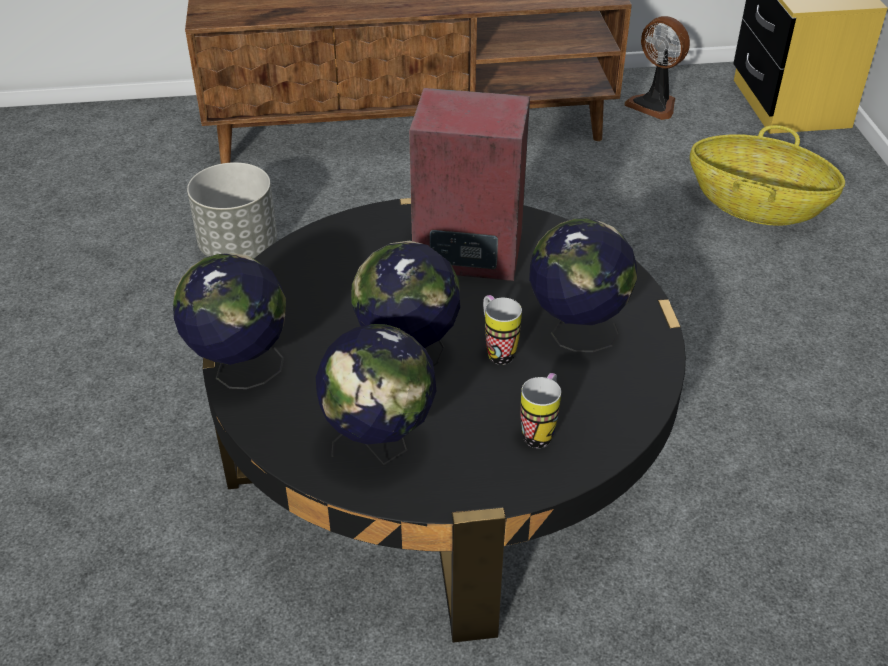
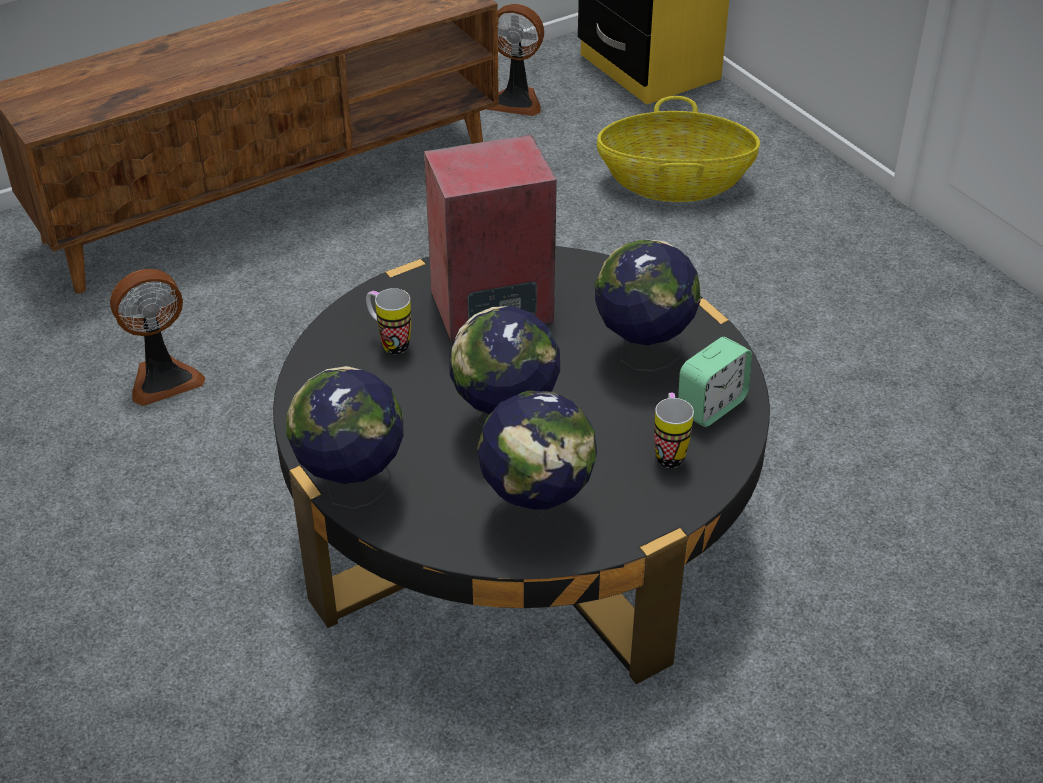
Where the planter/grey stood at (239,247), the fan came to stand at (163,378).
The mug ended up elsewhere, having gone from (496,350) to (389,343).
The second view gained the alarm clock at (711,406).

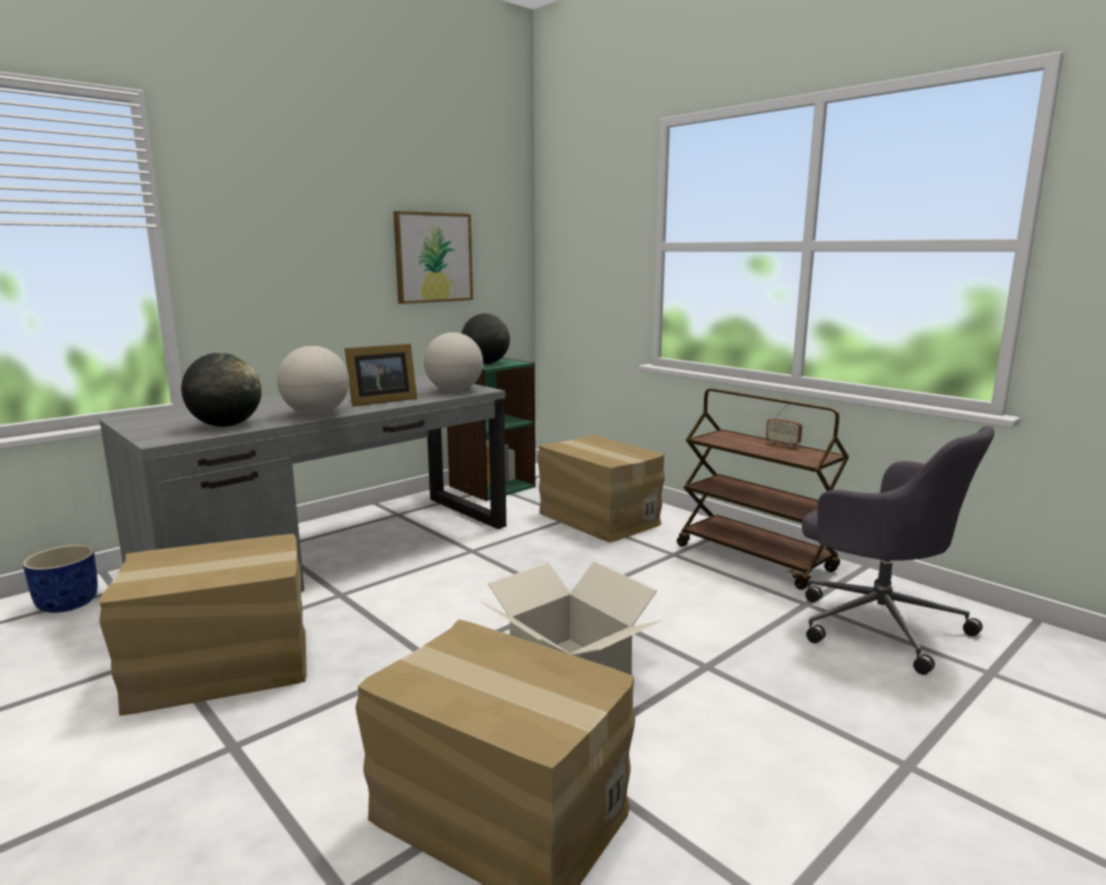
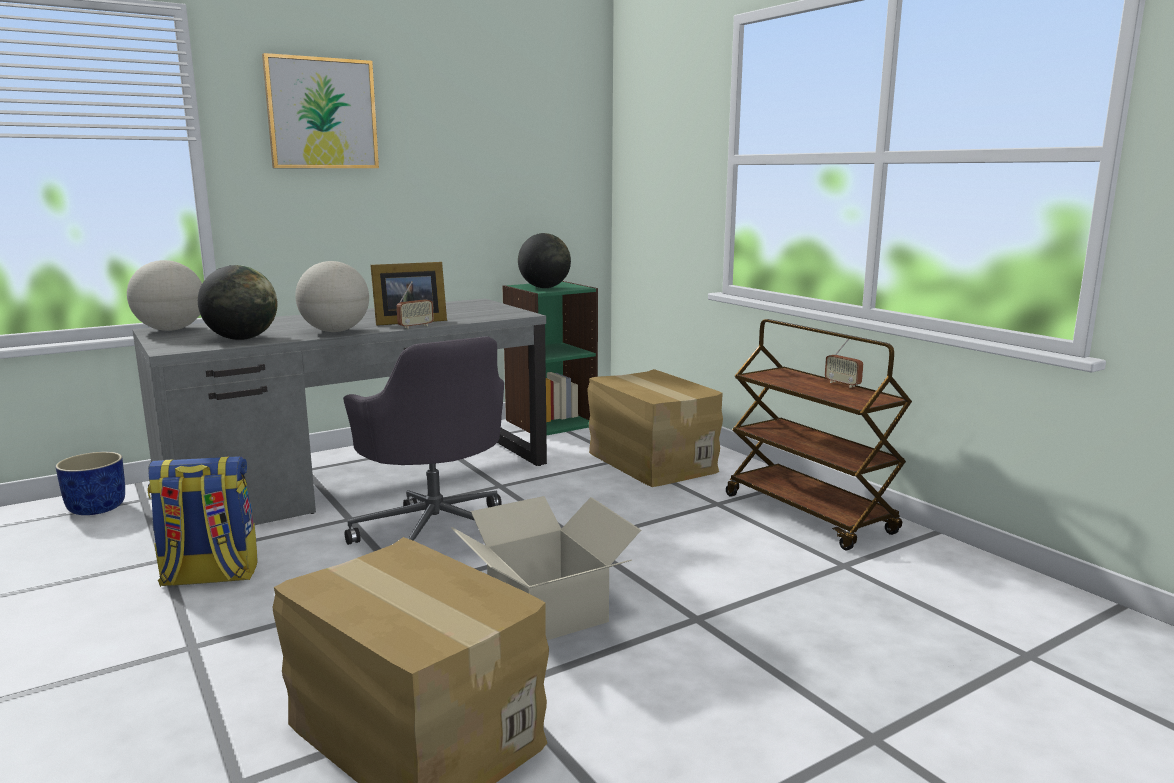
The globe ended up elsewhere, having gone from (454,391) to (171,330).
Where the cardboard box stood at (220,668), the backpack came to stand at (209,576).
The picture ended up elsewhere, having gone from (433,257) to (322,113).
The office chair/grey ended up elsewhere, having gone from (877,623) to (436,534).
The second view gained the radio at (415,326).

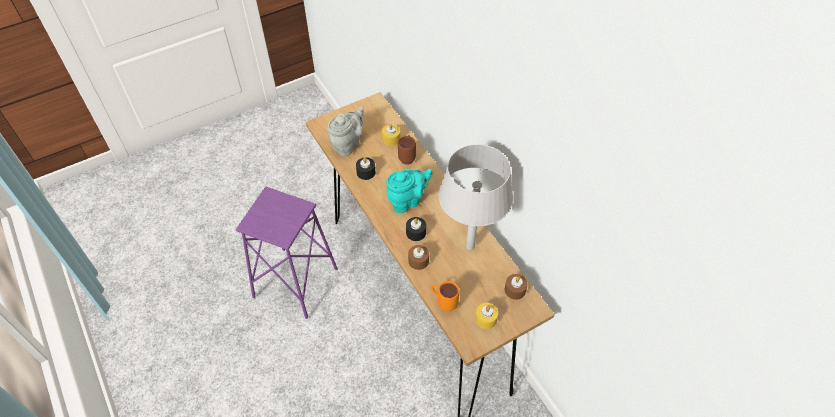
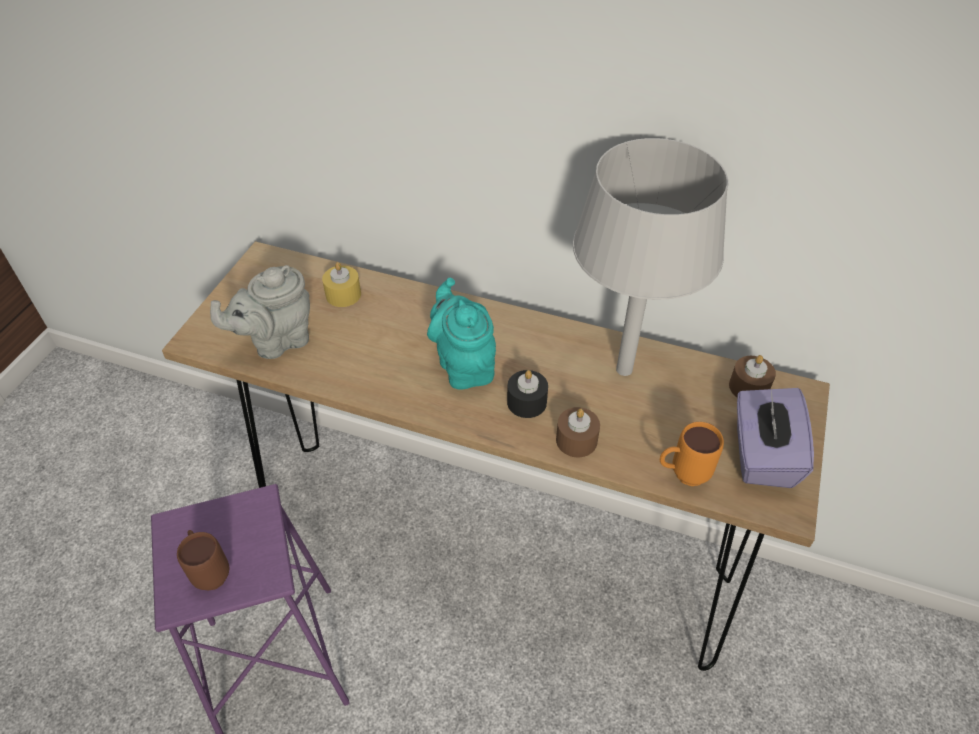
The mug/brown ended up elsewhere, having gone from (407,157) to (210,571).
The teapot/grey at (348,144) ended up facing another way, 120 degrees counterclockwise from before.
The teapot/turquoise at (407,201) ended up facing another way, 45 degrees counterclockwise from before.
Where the candle/yellow stood at (486,319), the tissue box/purple came to stand at (761,454).
The second view lost the candle/black at (366,172).

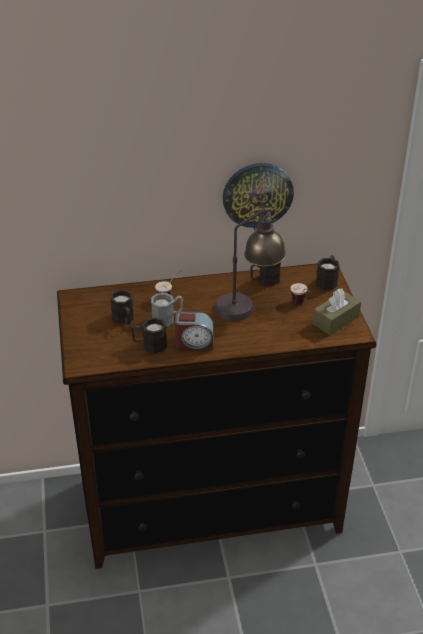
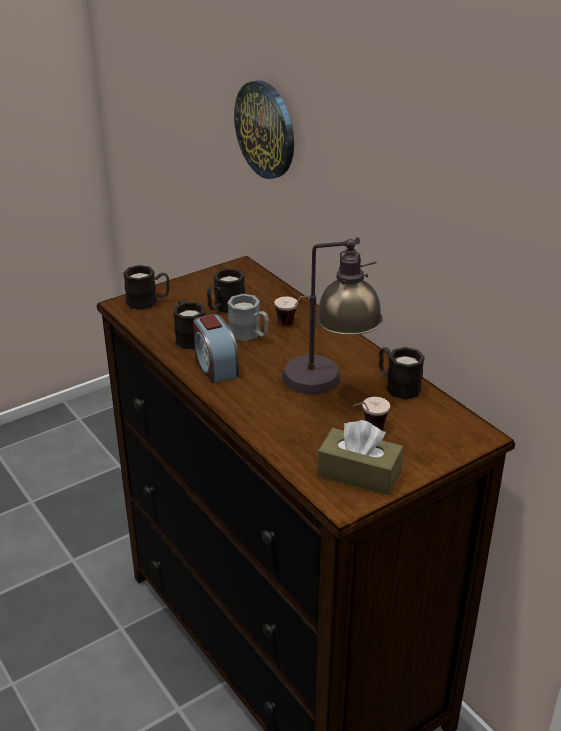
The mug/black ended up elsewhere, having gone from (327,281) to (148,301).
The wall clock ended up elsewhere, having gone from (257,194) to (266,129).

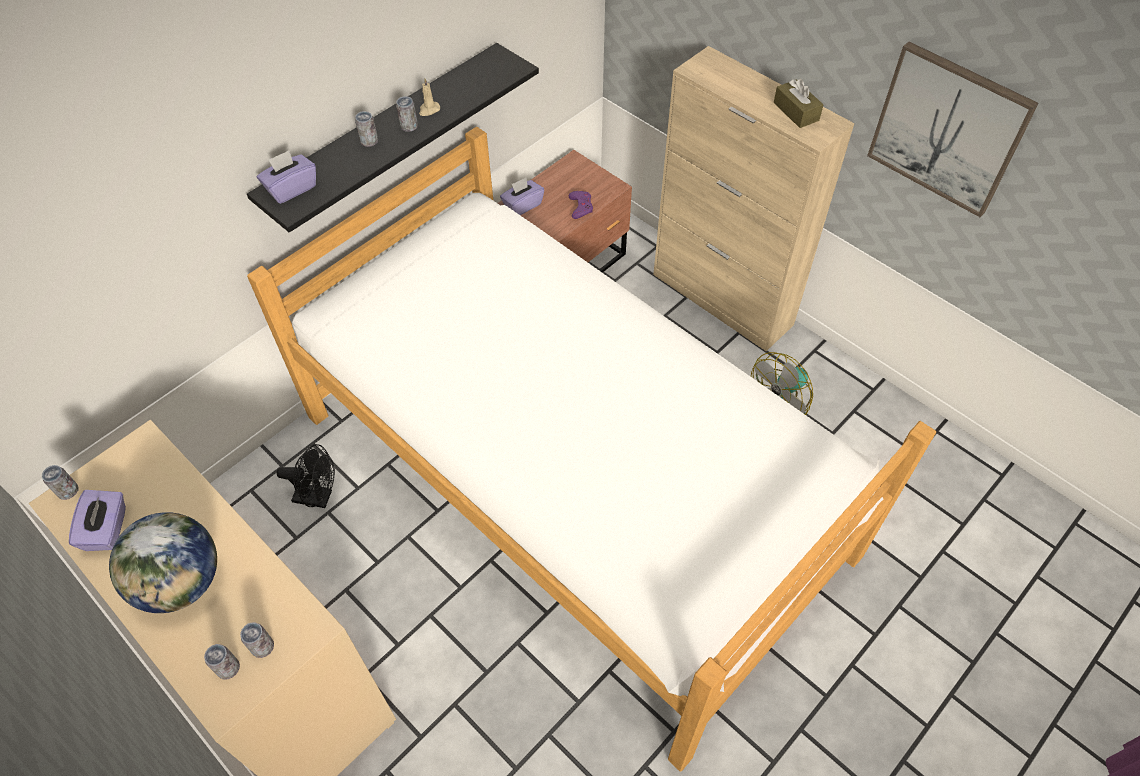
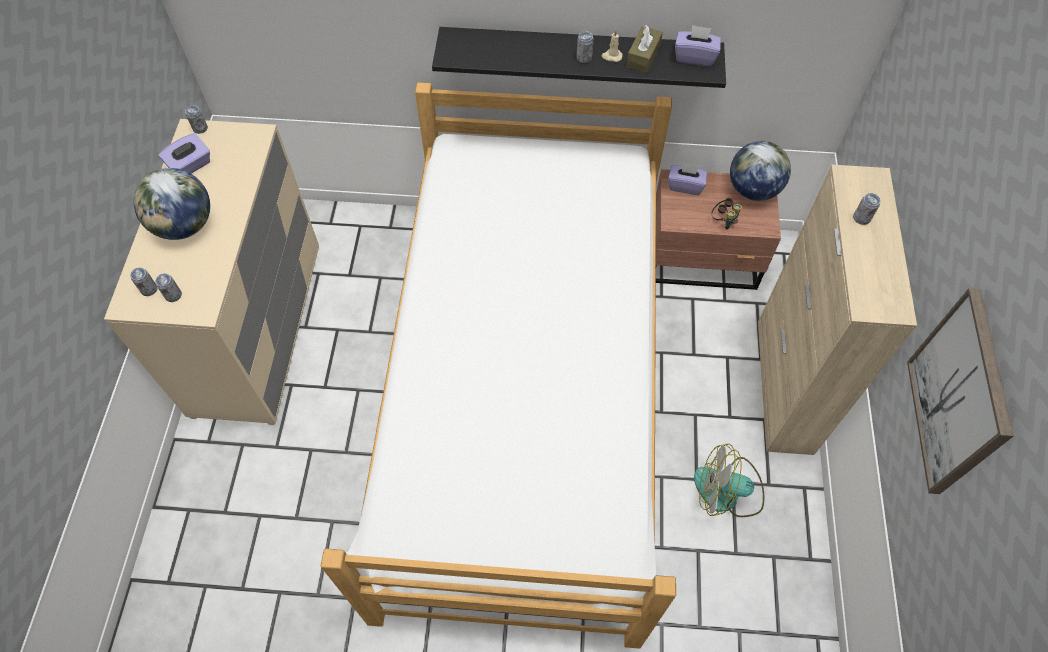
The tissue box/brown ended up elsewhere, having gone from (796,111) to (643,56).
The tissue box/purple ended up elsewhere, having gone from (291,188) to (695,57).
Where the game controller/purple stood at (580,207), the binoculars came to stand at (723,221).
The second view gained the globe at (752,189).
The can ended up elsewhere, having gone from (369,141) to (861,218).
The second view lost the fan/black at (318,497).

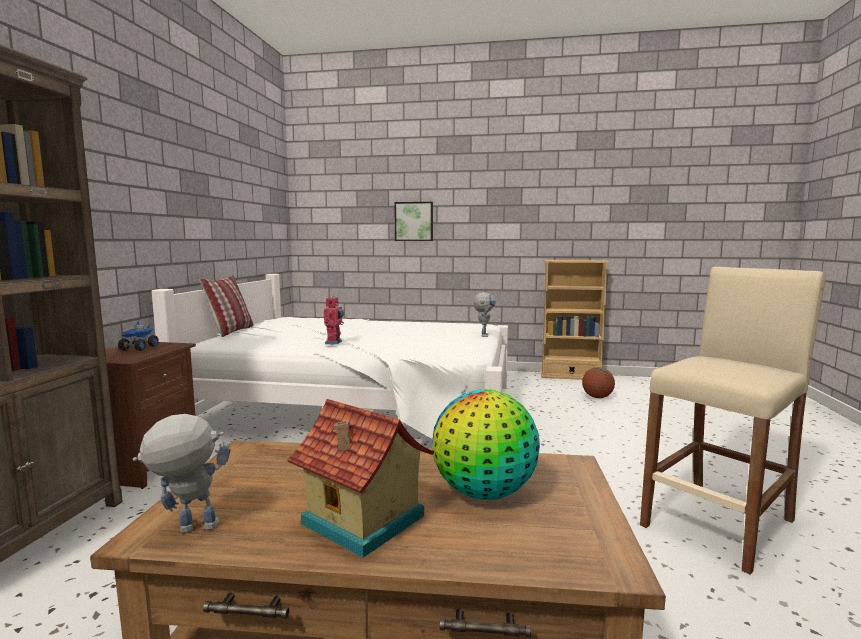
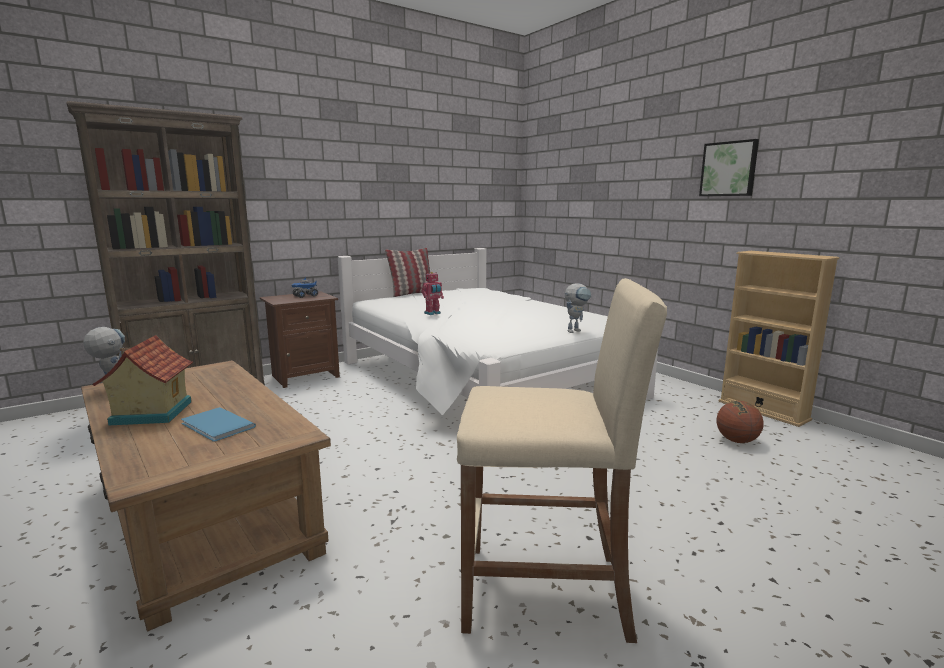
Where the globe stood at (485,493), the book/blue came to stand at (217,426).
The picture ended up elsewhere, having gone from (414,221) to (729,169).

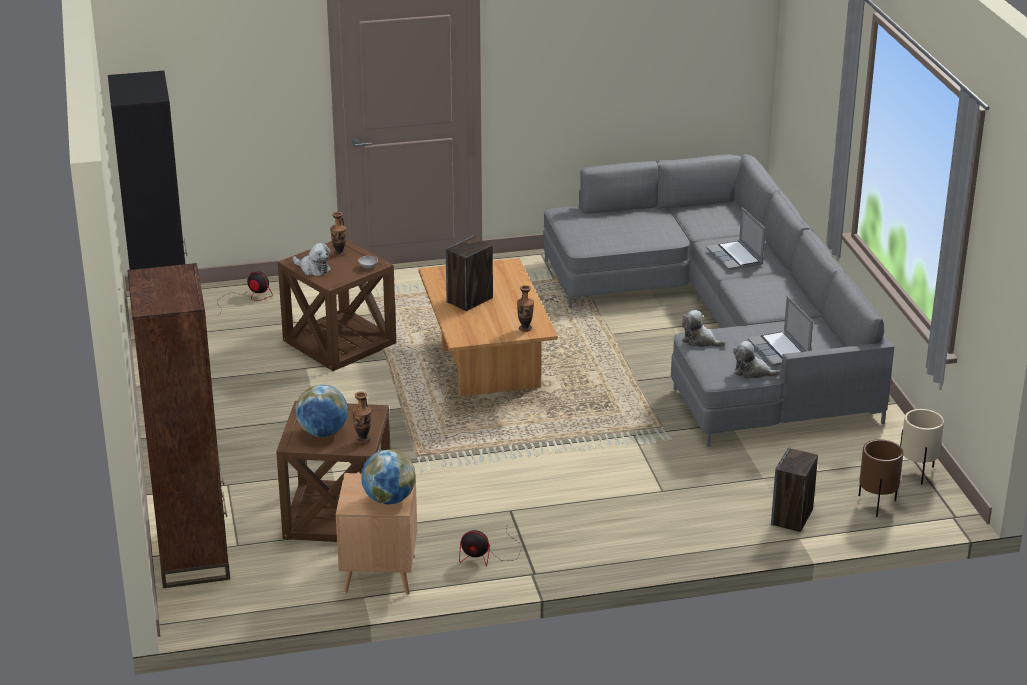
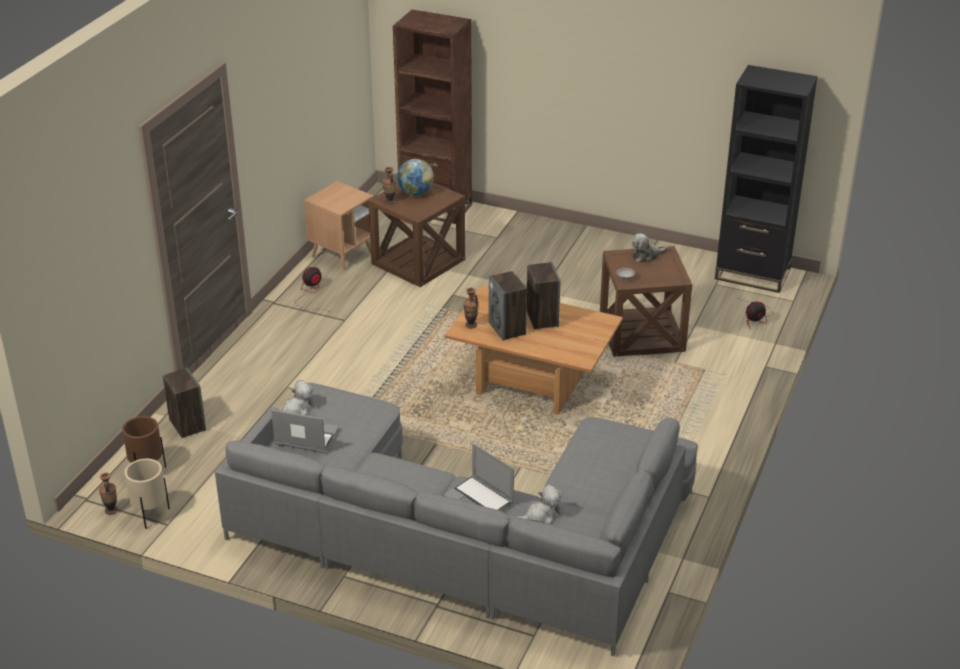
The vase ended up elsewhere, having gone from (339,253) to (111,510).
The laptop at (735,257) ended up facing another way, 150 degrees counterclockwise from before.
The second view gained the speaker at (507,328).
The plush toy ended up elsewhere, having gone from (700,341) to (541,515).
The second view lost the globe at (388,499).

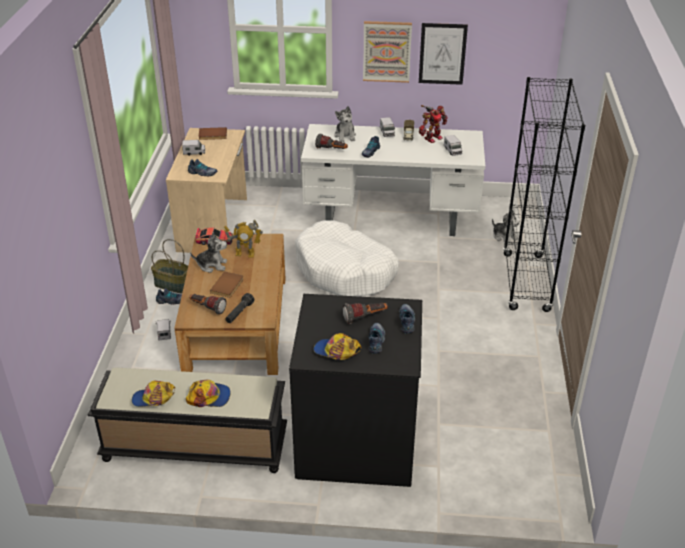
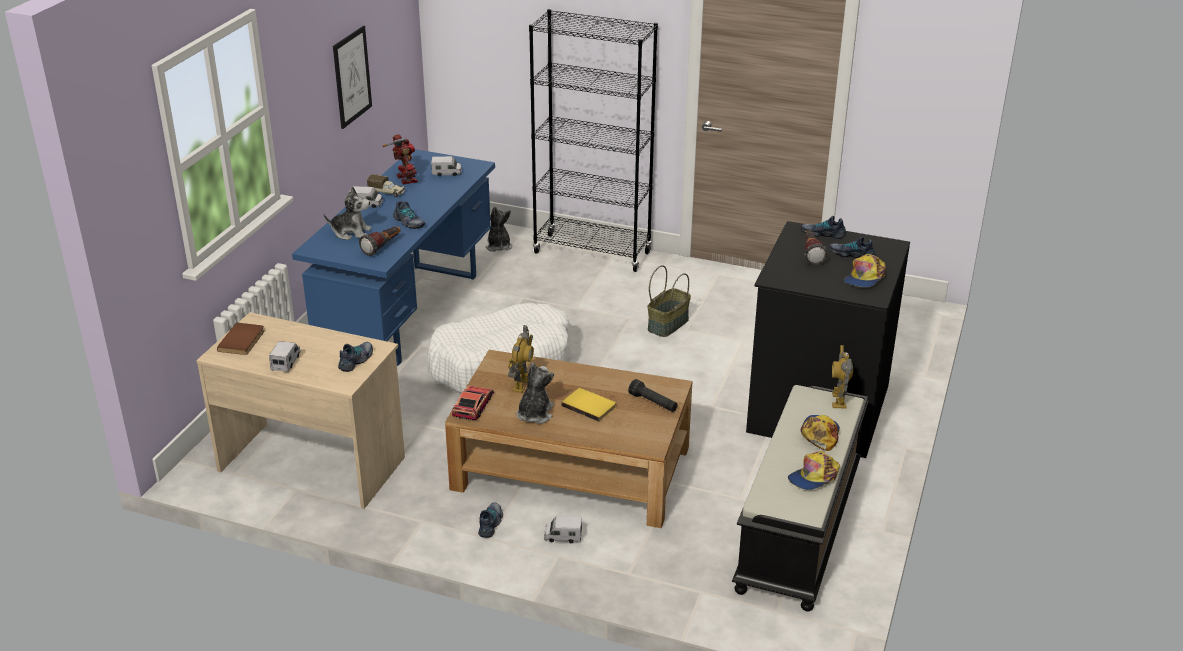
What was the desk/white at (391,219) turned into the desk/blue at (407,312).
The plush toy at (504,237) ended up facing another way, 75 degrees counterclockwise from before.
What was the book/brown at (228,286) turned into the book/yellow at (590,405).
The basket ended up elsewhere, having gone from (173,284) to (667,324).
The cap at (153,398) ended up facing another way, 45 degrees clockwise from before.
The second view gained the toy robot at (838,400).
The second view lost the flashlight at (207,308).
The second view lost the picture at (387,51).

